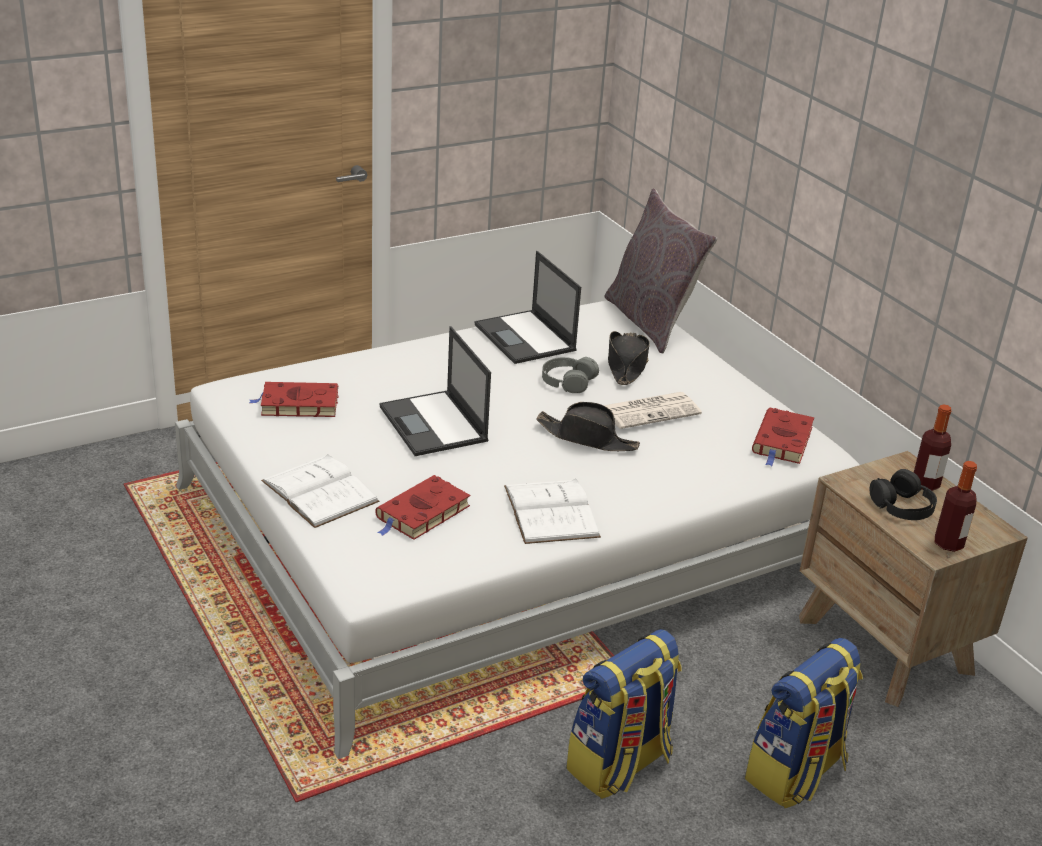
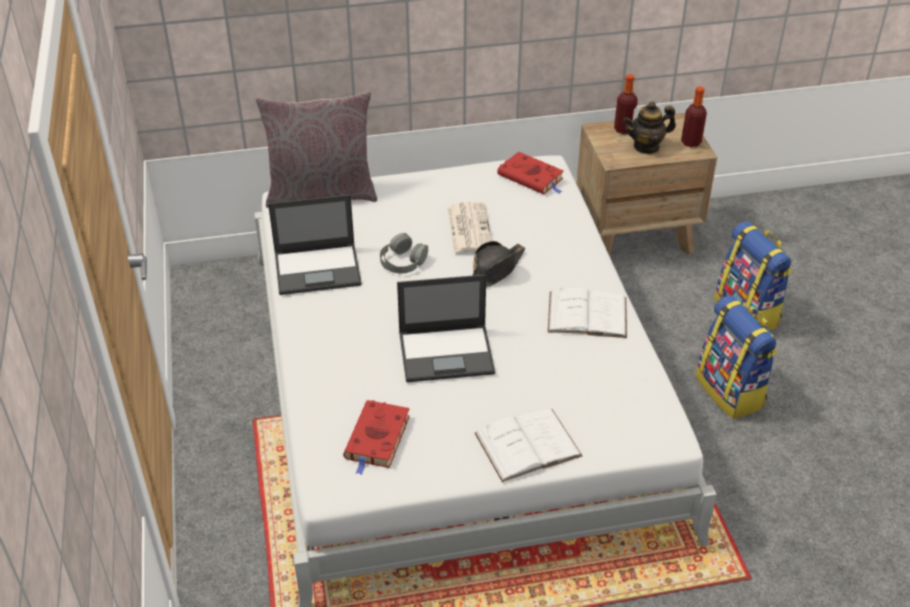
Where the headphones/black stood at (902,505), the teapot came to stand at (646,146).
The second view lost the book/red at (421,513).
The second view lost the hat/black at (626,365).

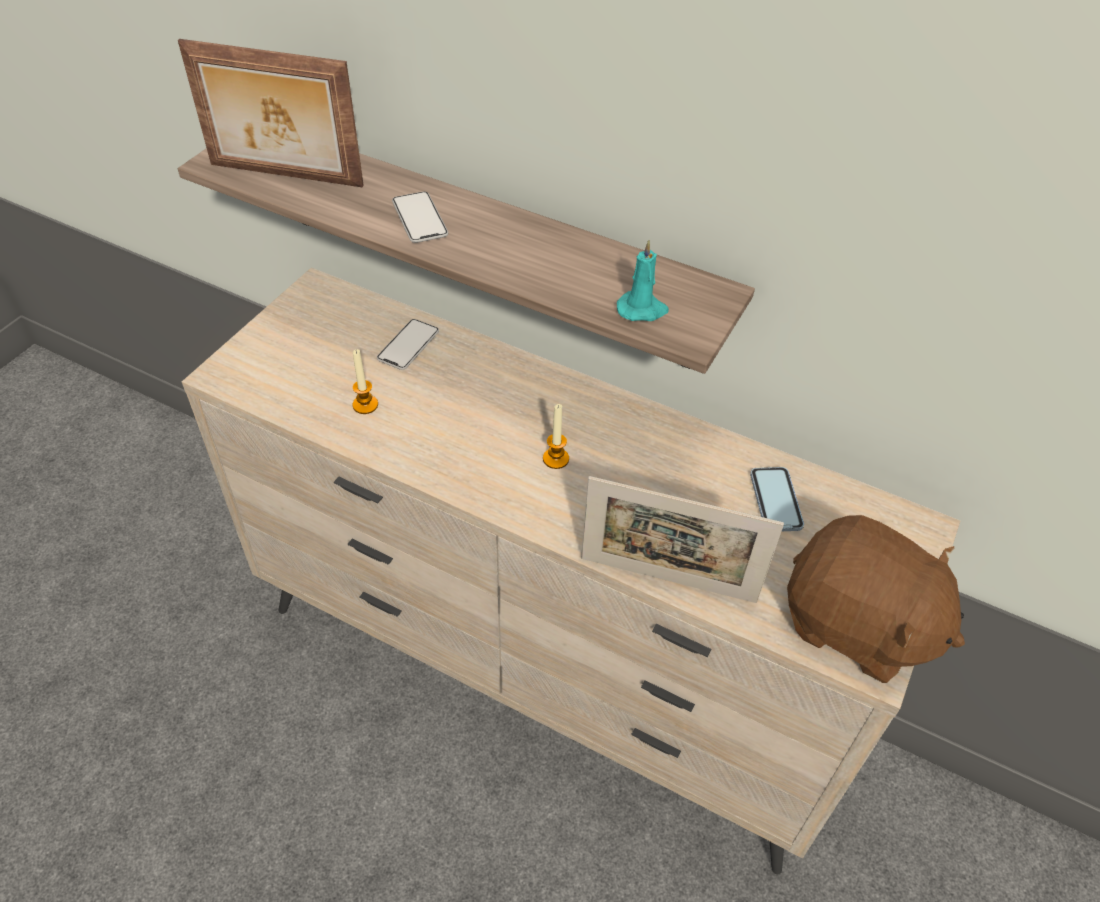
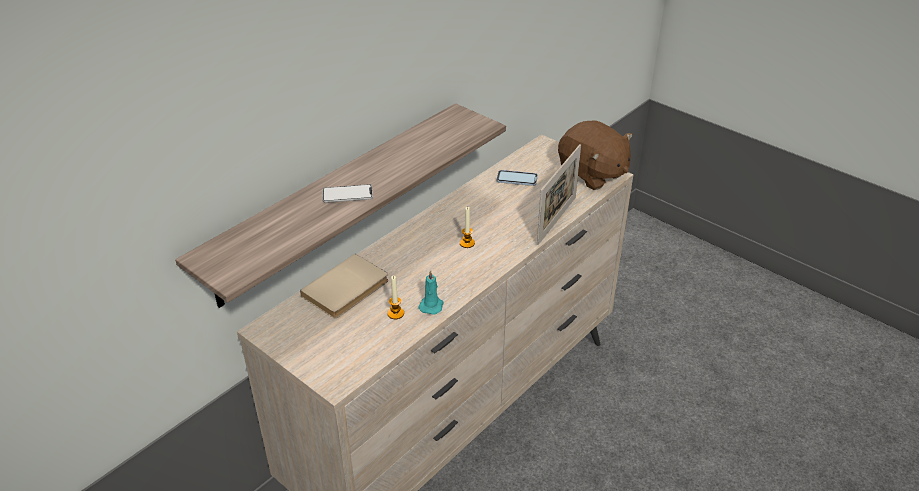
Where the phone stood at (408,345), the book/beige came to stand at (347,289).
The candle/turquoise ended up elsewhere, having gone from (642,309) to (431,305).
The plush toy/brown at (857,626) ended up facing another way, 90 degrees clockwise from before.
The second view lost the picture frame at (285,176).

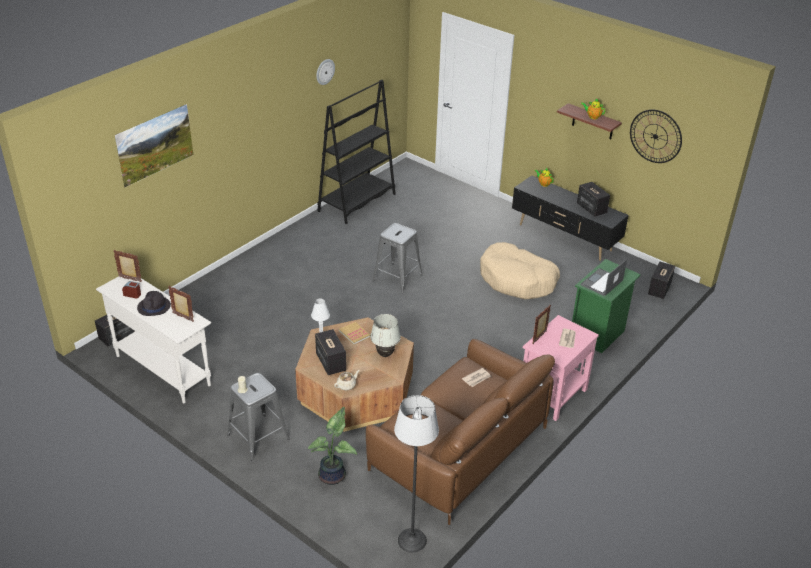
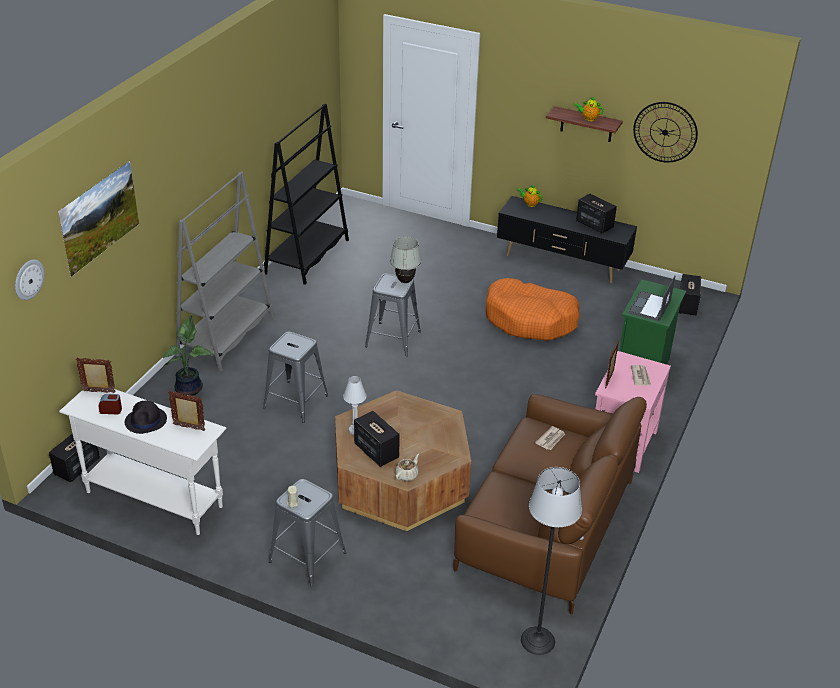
The wall clock ended up elsewhere, having gone from (325,71) to (28,279).
The potted plant ended up elsewhere, having gone from (334,475) to (190,388).
The second view gained the bookcase/grey at (226,337).
The second view gained the stool/grey at (295,401).
The table lamp/white ended up elsewhere, having gone from (385,354) to (405,281).
What was the dog bed/beige at (517,280) turned into the dog bed/orange at (530,319).
The second view lost the book at (354,334).

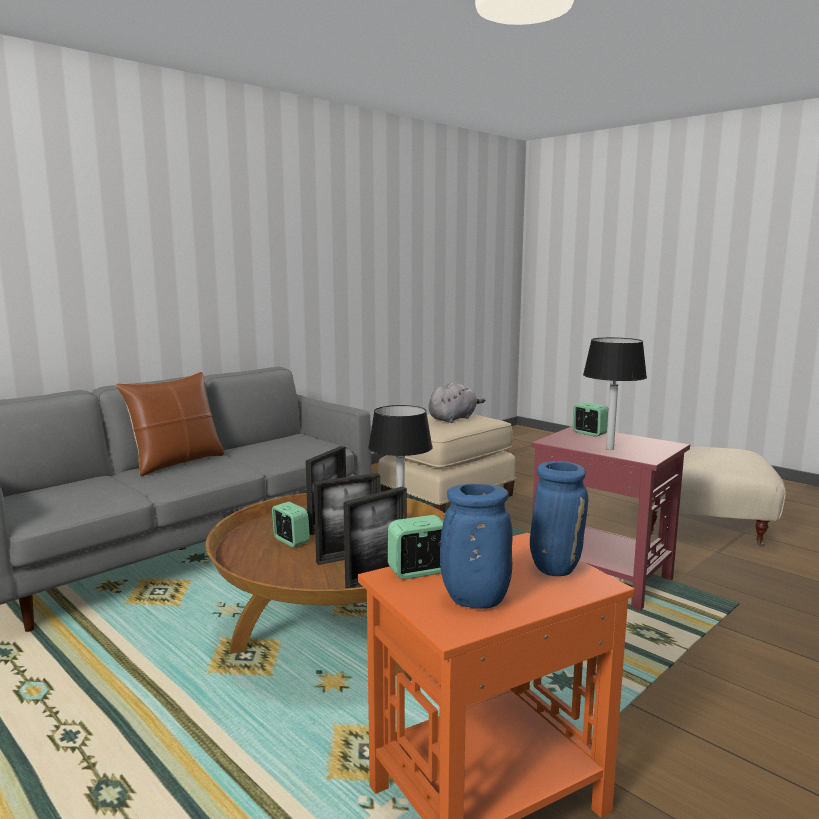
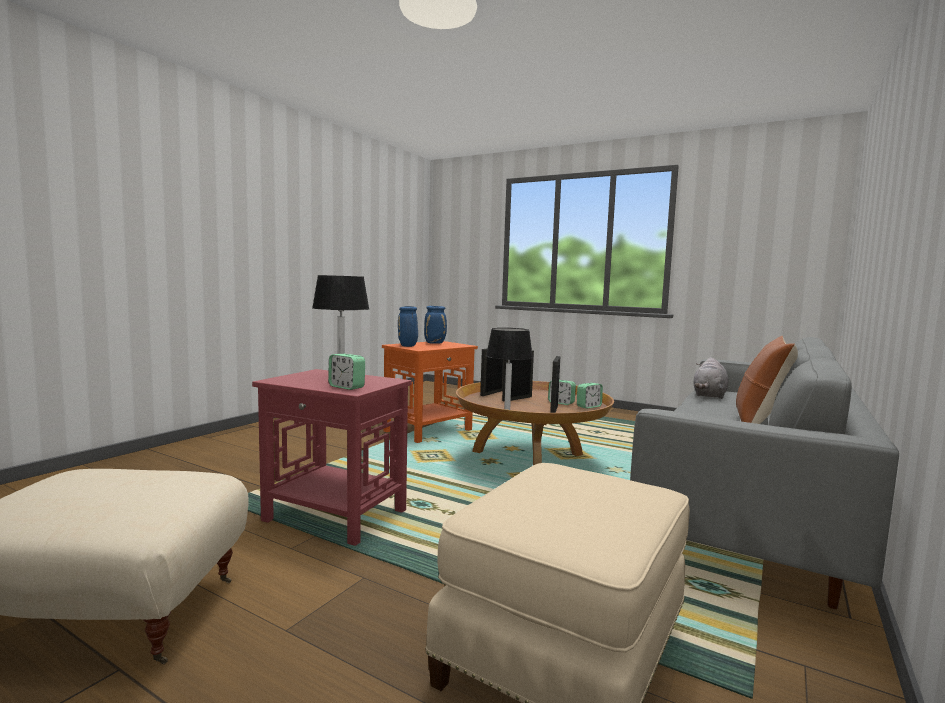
The alarm clock ended up elsewhere, having gone from (419,571) to (589,406).
The plush toy/grey ended up elsewhere, having gone from (453,419) to (709,395).

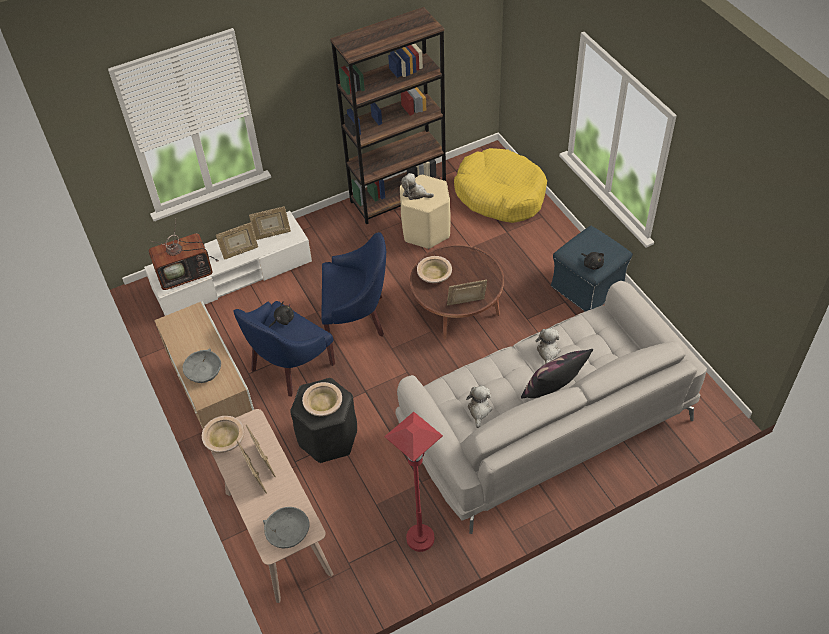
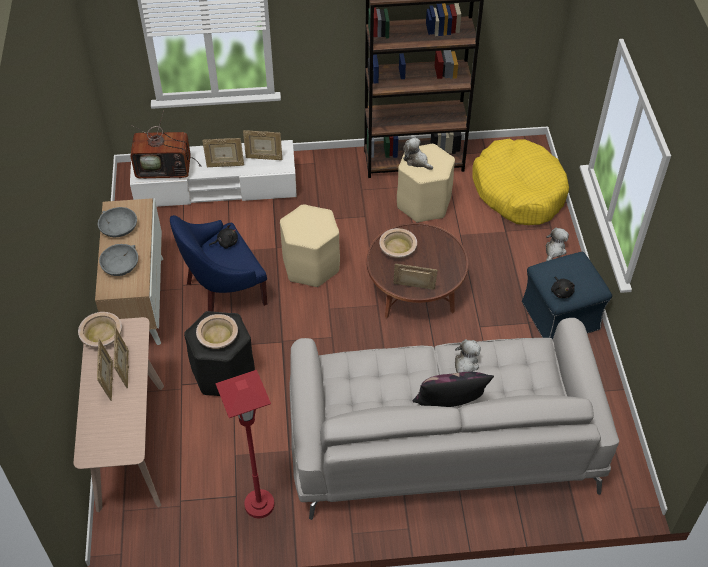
The bowl/grey ended up elsewhere, having gone from (287,532) to (118,227).
Where the armchair/blue stood at (356,317), the stool/beige came to stand at (311,266).
The plush toy ended up elsewhere, having gone from (479,410) to (554,250).

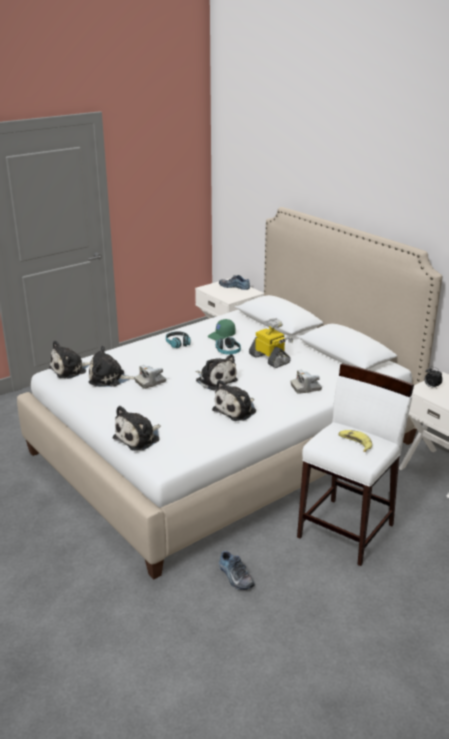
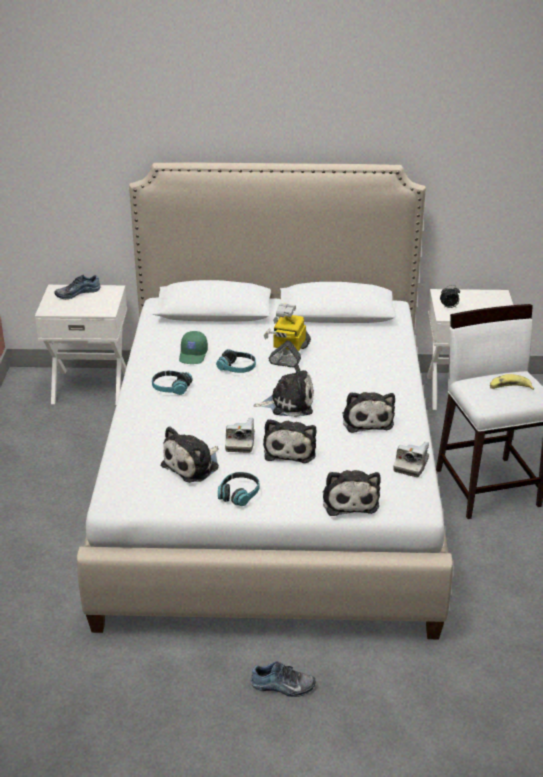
The second view gained the headphones at (239,494).
The shoe ended up elsewhere, having gone from (234,577) to (282,687).
The plush toy ended up elsewhere, having gone from (70,370) to (290,449).
The toy robot at (270,359) ended up facing another way, 75 degrees counterclockwise from before.
The photo camera ended up elsewhere, having gone from (306,388) to (411,465).

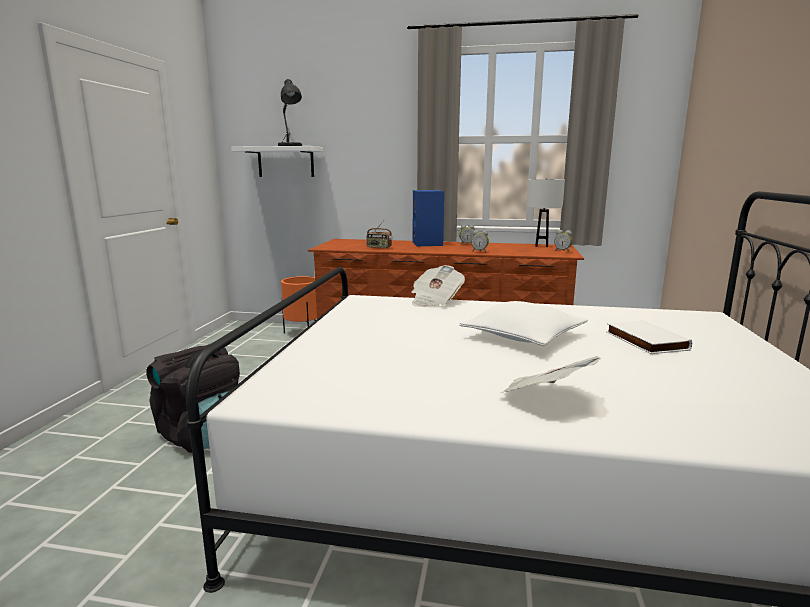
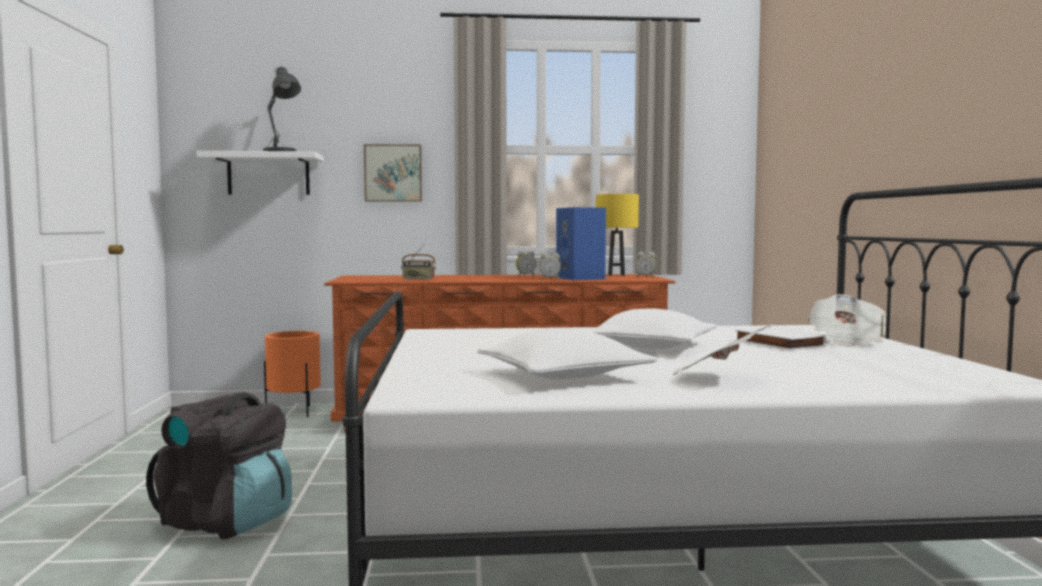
The second view gained the picture at (393,173).
The second view gained the pillow/white at (563,376).
The speaker/blue ended up elsewhere, having gone from (428,244) to (581,278).
What was the table lamp/white at (541,246) turned into the table lamp/yellow at (616,275).
The newspaper ended up elsewhere, having gone from (435,301) to (846,341).

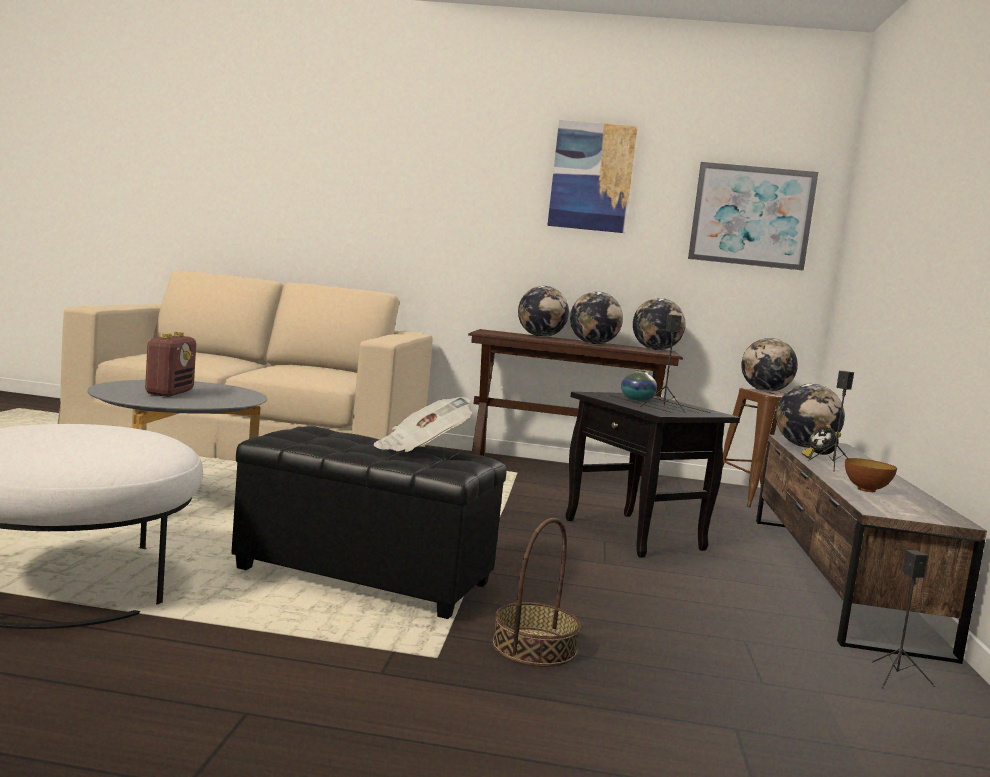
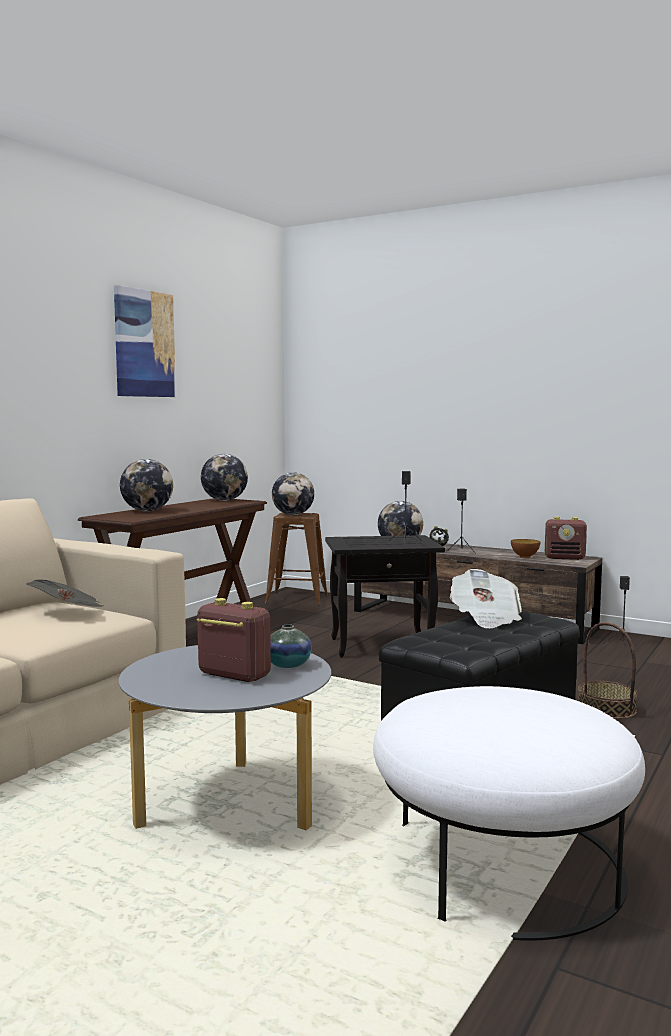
The second view gained the newspaper at (69,613).
The vase ended up elsewhere, having gone from (637,399) to (288,665).
The second view gained the radio at (565,558).
The second view lost the globe at (593,344).
The second view lost the picture at (751,216).

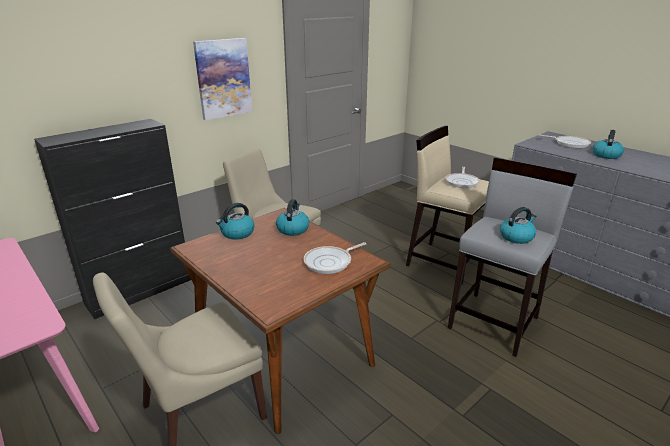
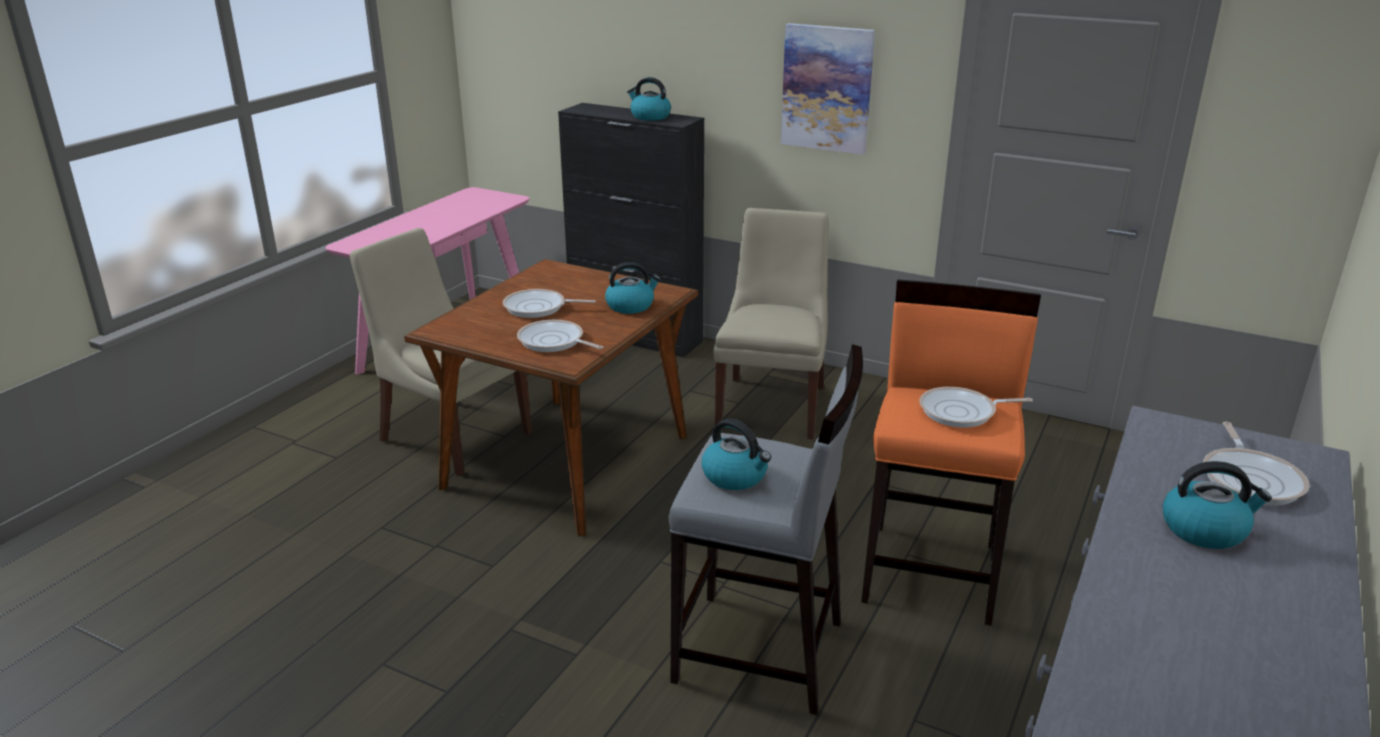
The second view gained the frying pan at (538,308).
The kettle ended up elsewhere, having gone from (237,233) to (649,116).
What was the stool/beige at (444,262) turned into the stool/orange at (932,571).

